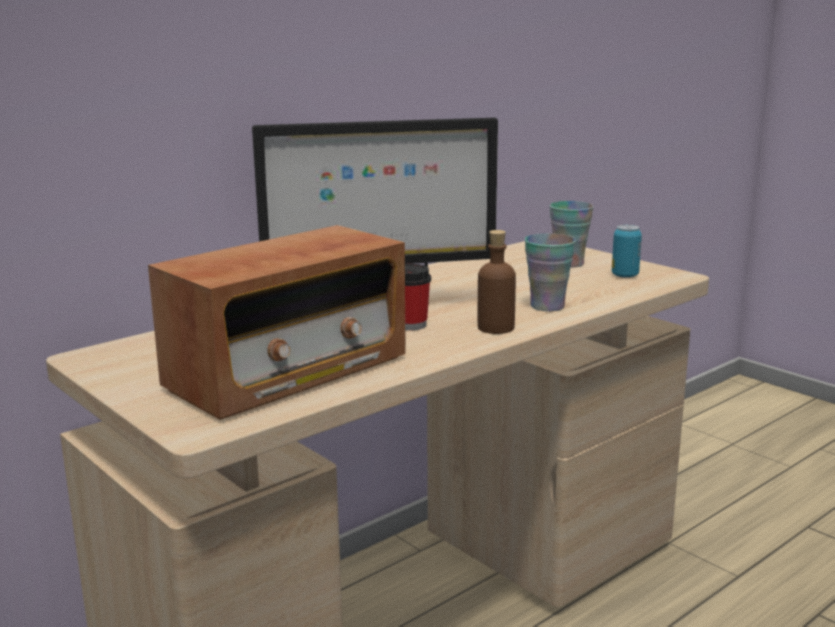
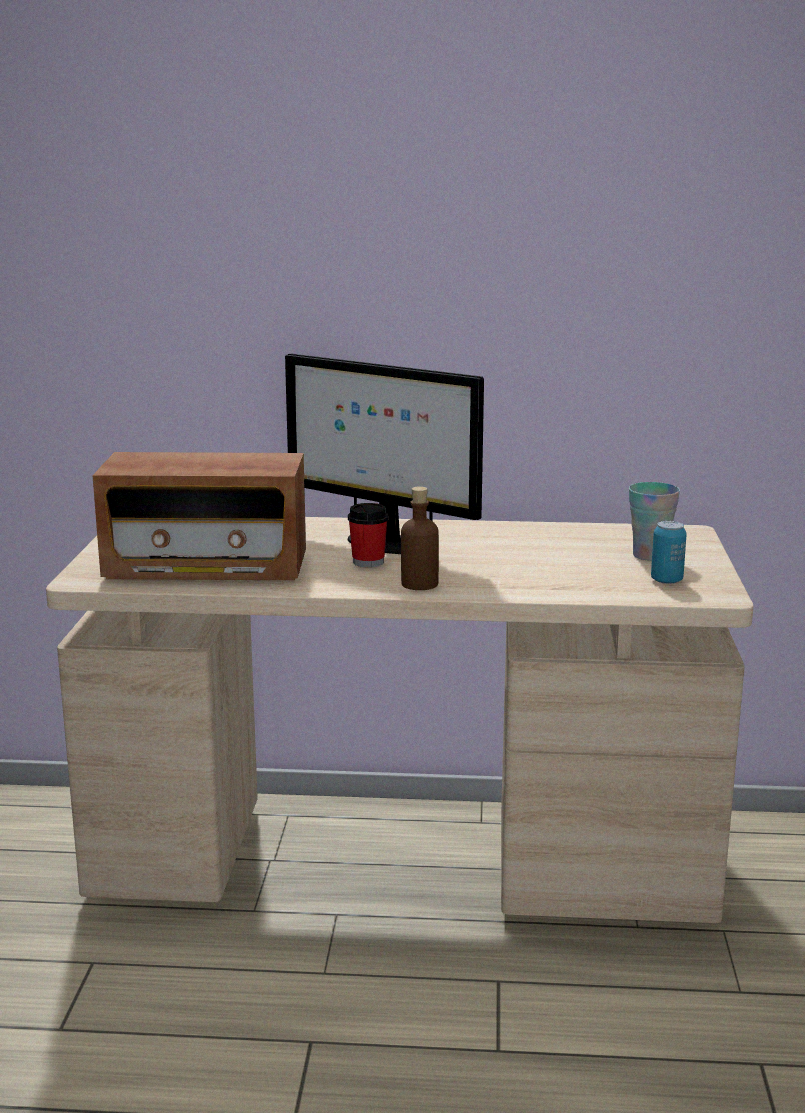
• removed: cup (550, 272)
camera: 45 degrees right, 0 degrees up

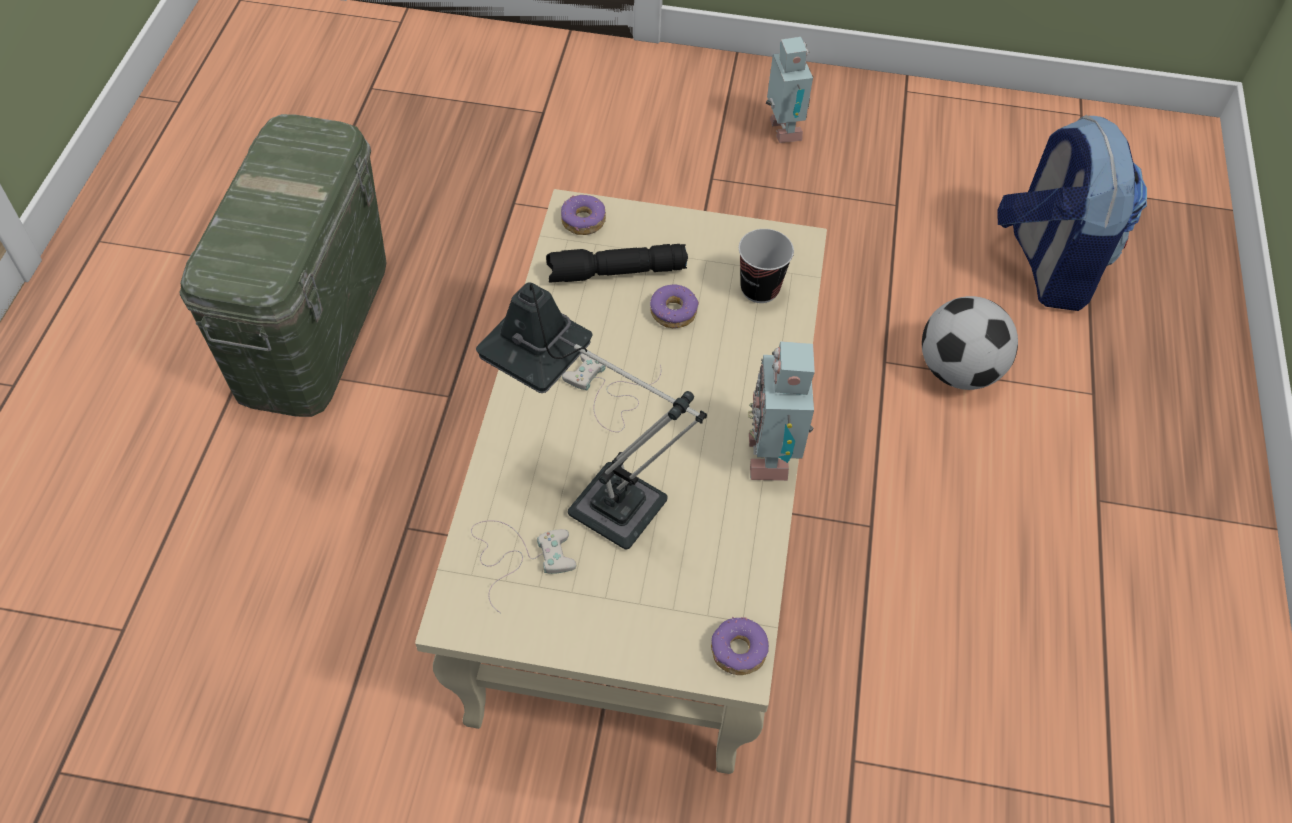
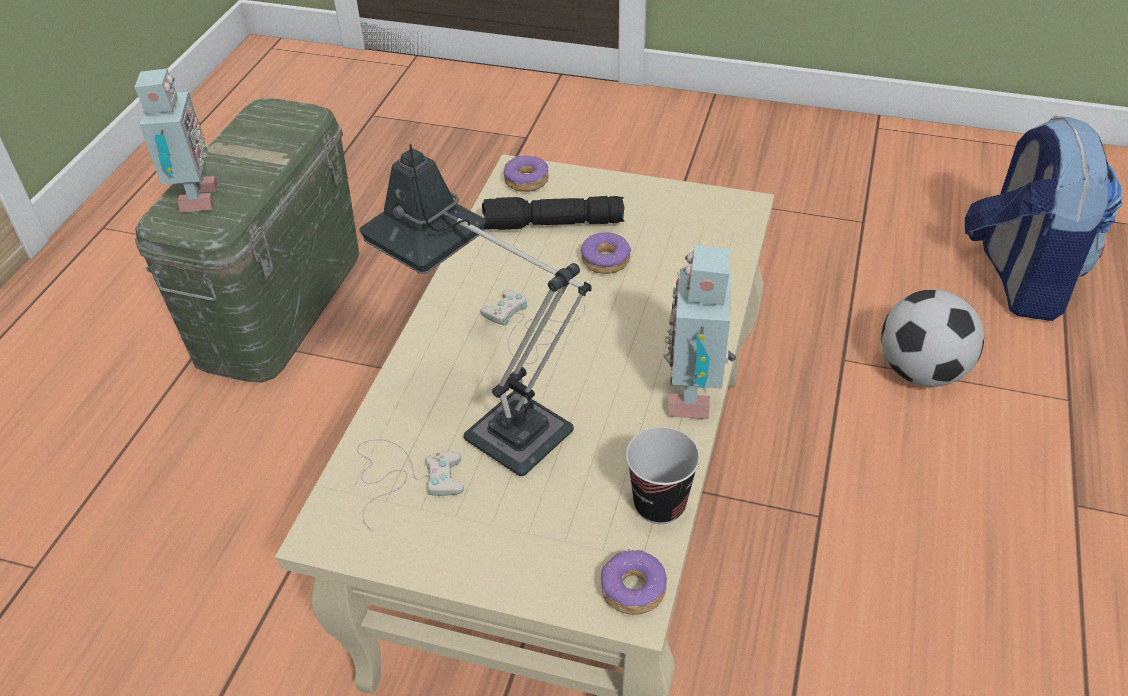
• moved: toy robot (789, 90) to (176, 140)
• moved: cup (766, 266) to (663, 475)
camera: 10 degrees right, 10 degrees down

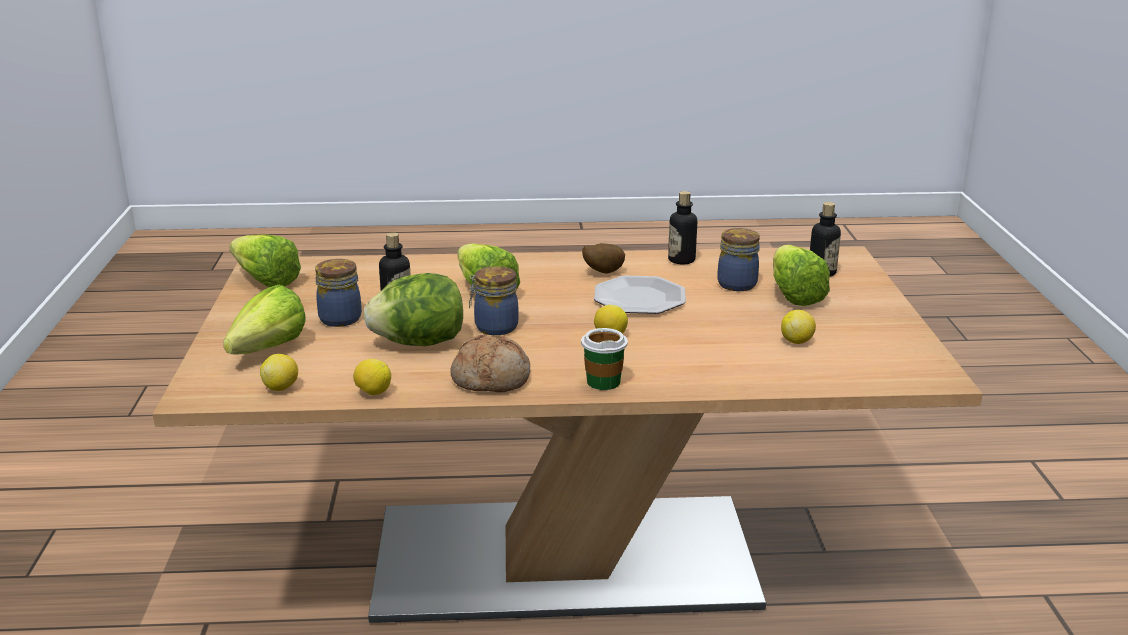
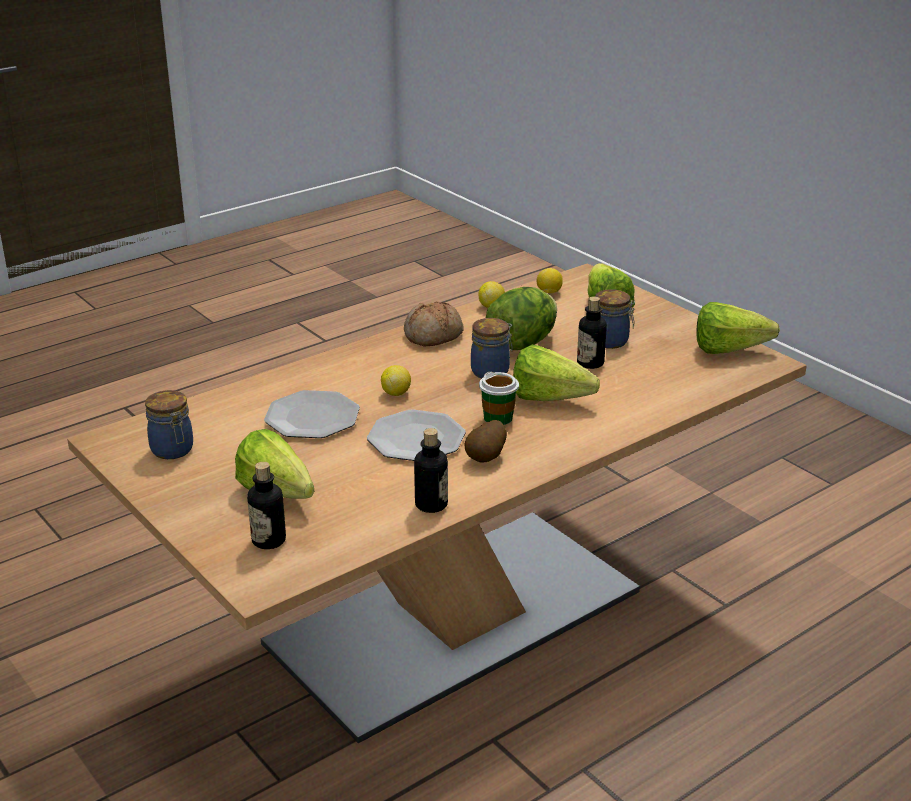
• moved: jar (738, 259) to (169, 424)
• removed: lemon (798, 327)
• moved: cup (604, 359) to (499, 398)
• added: plate (312, 414)
camera: 145 degrees right, 5 degrees up

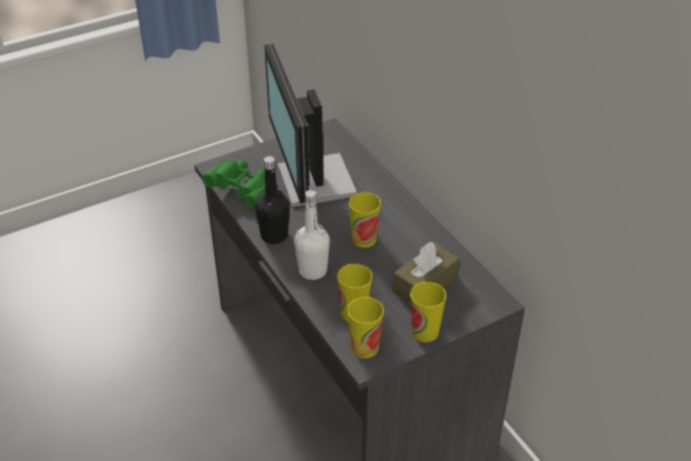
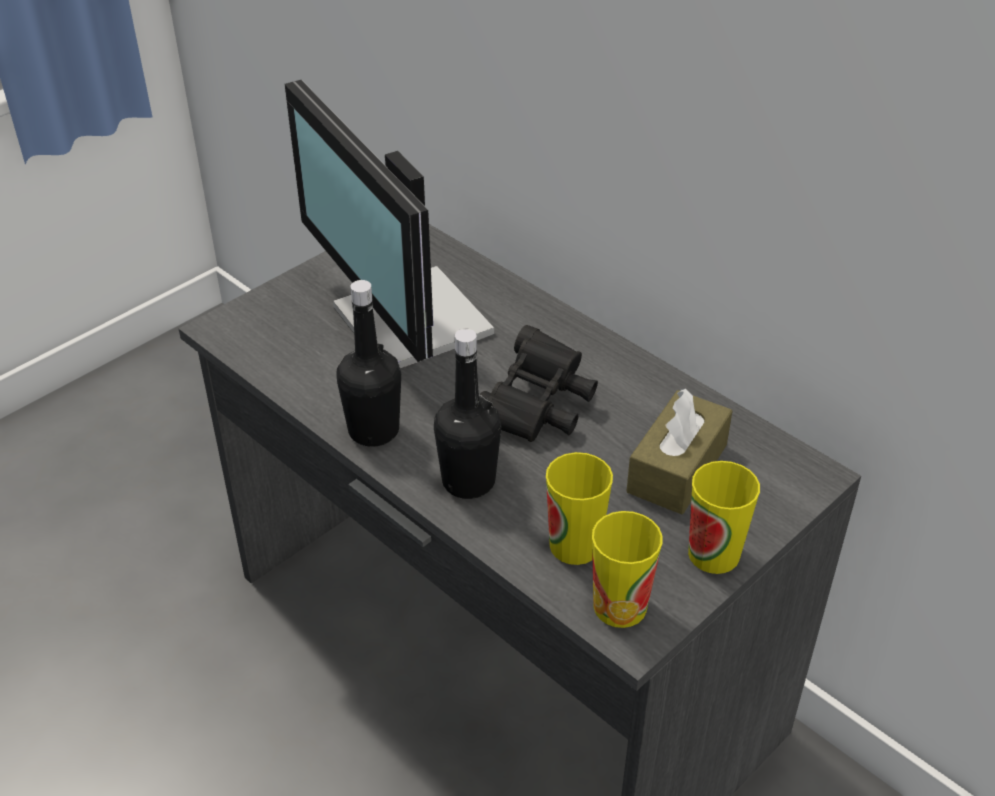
• removed: binoculars in green (233, 184)
• recoloured: bottle in white (312, 235) to bottle in black (467, 414)
• replaced: cup (365, 220) to binoculars in black (539, 383)
camera: 15 degrees left, 0 degrees up

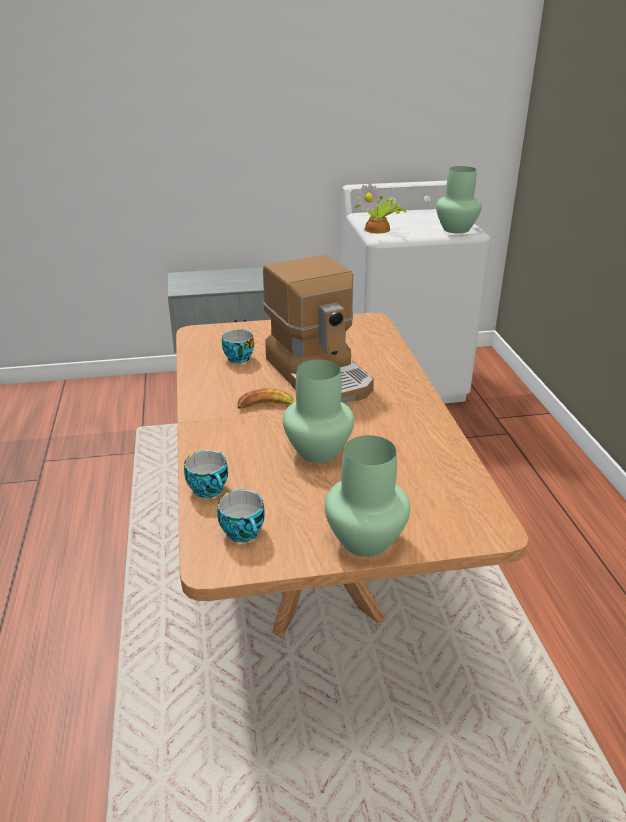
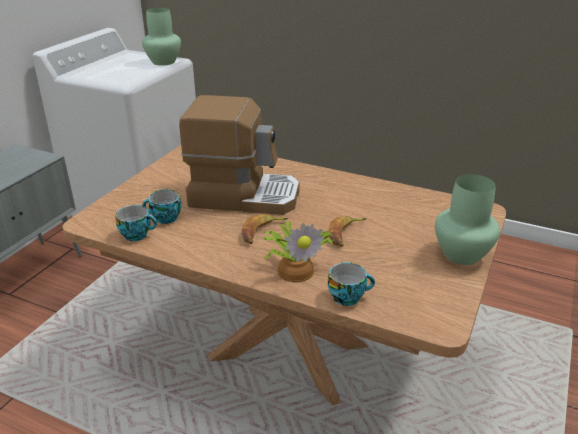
• moved: potted plant (380, 208) to (298, 251)
• replaced: vase in green (318, 411) to banana (348, 231)
• moved: cup (241, 515) to (136, 223)
camera: 55 degrees left, 0 degrees up

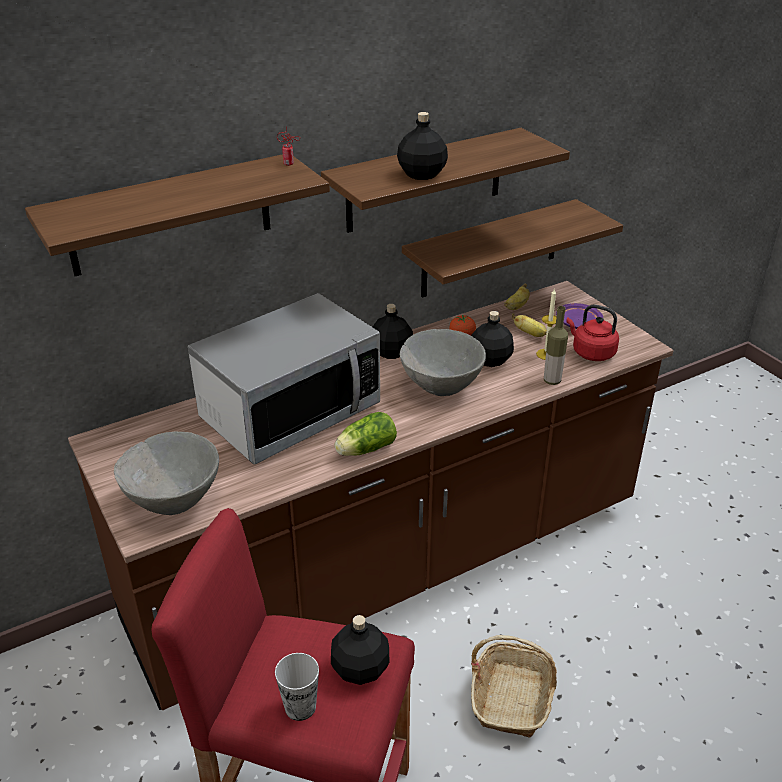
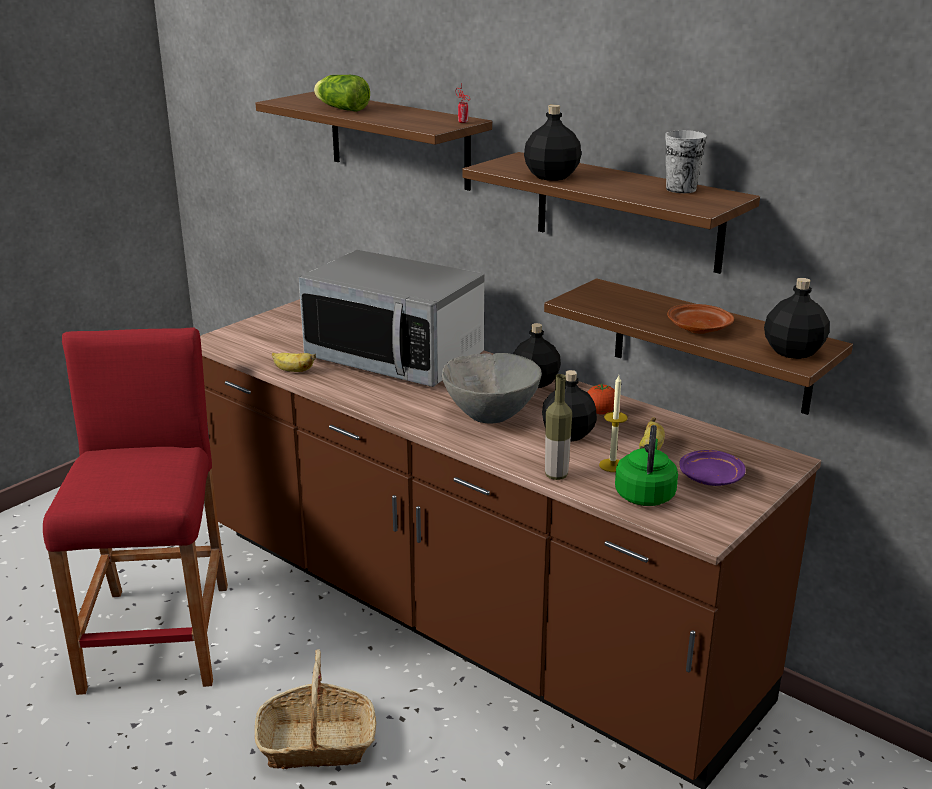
• moved: banana (517, 297) to (294, 362)
• recoloured: kettle in red (592, 332) to kettle in green (646, 465)
• moved: lettuce (365, 434) to (342, 93)
• removed: bowl in grey (166, 473)
• moved: bottle in black (360, 650) to (797, 318)
• moved: cup (297, 687) to (686, 161)
• added: plate in brown (700, 319)
camera: 70 degrees right, 10 degrees down

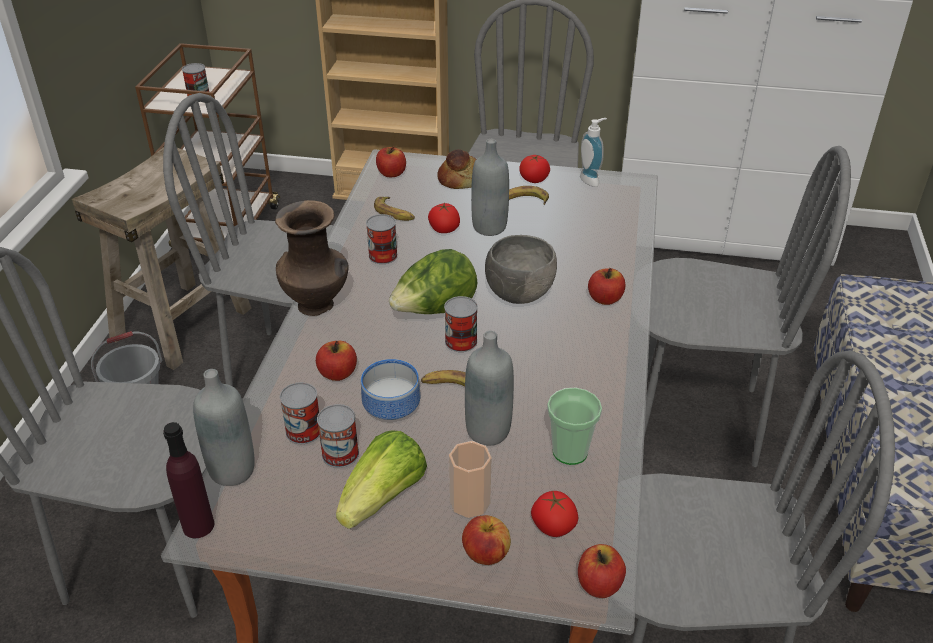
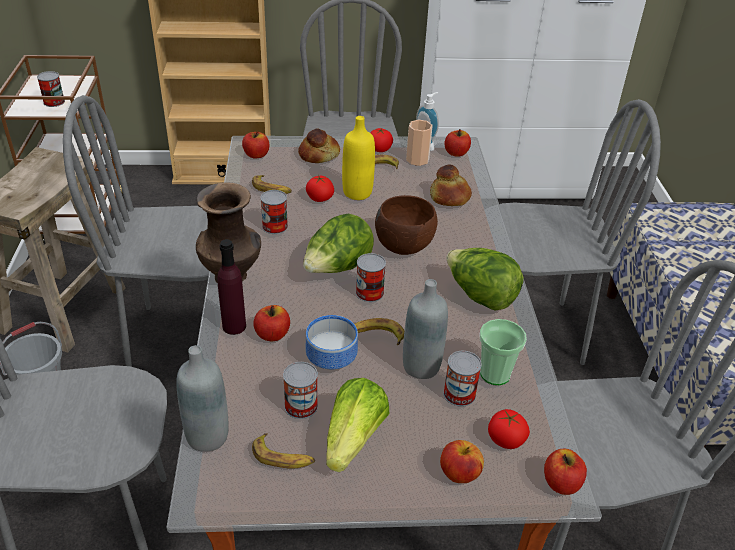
• recoloured: bottle in grey (490, 187) to bottle in yellow (358, 158)
• recoloured: bowl in grey (521, 269) to bowl in brown (406, 225)
• moved: apple (606, 286) to (457, 143)
• moved: can (300, 413) to (462, 379)
• moved: bottle in purple (188, 480) to (231, 287)
• moved: cup (470, 479) to (419, 143)
• added: bread (451, 185)
• added: lettuce (485, 279)
• added: banana (283, 451)
camera: 15 degrees left, 0 degrees up

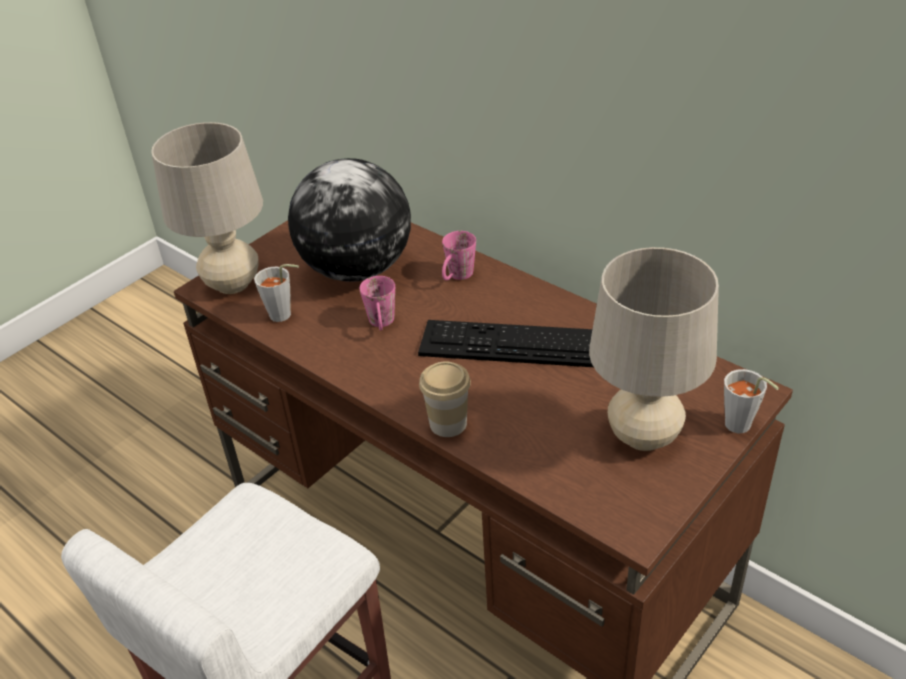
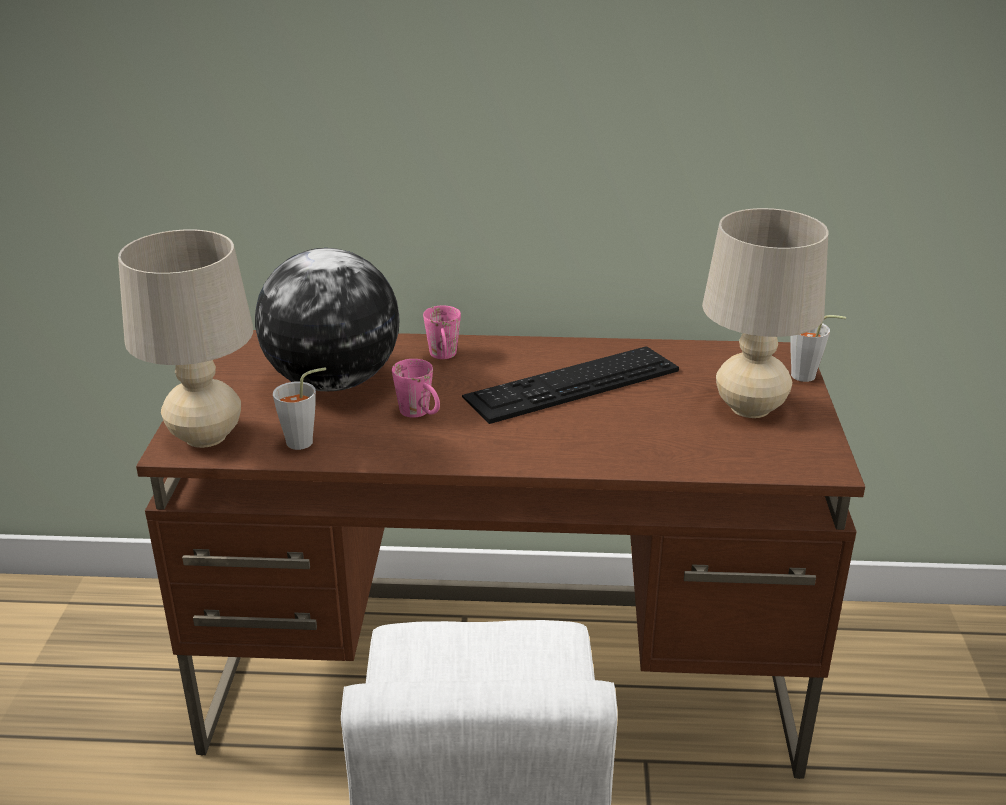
• removed: cup (445, 399)
camera: 40 degrees left, 10 degrees down

